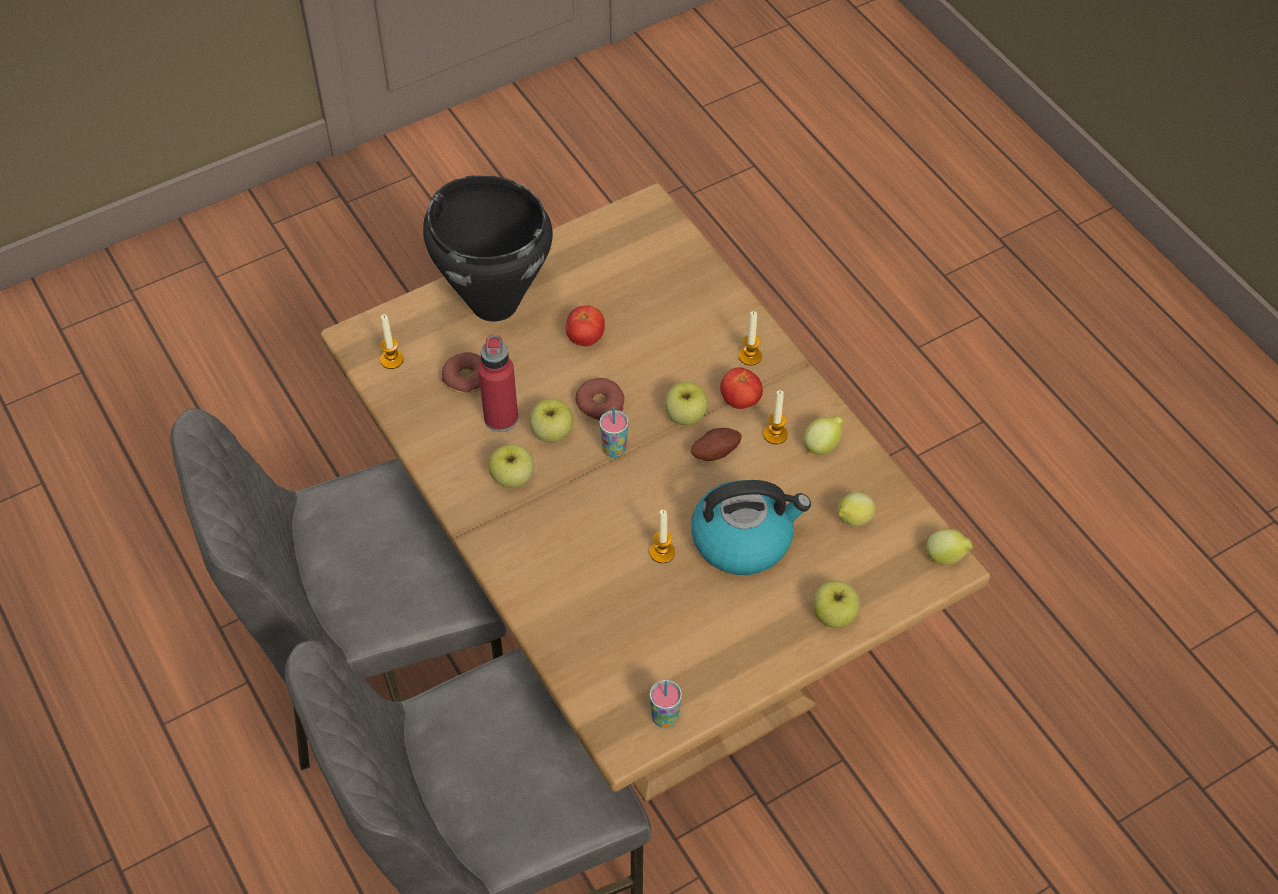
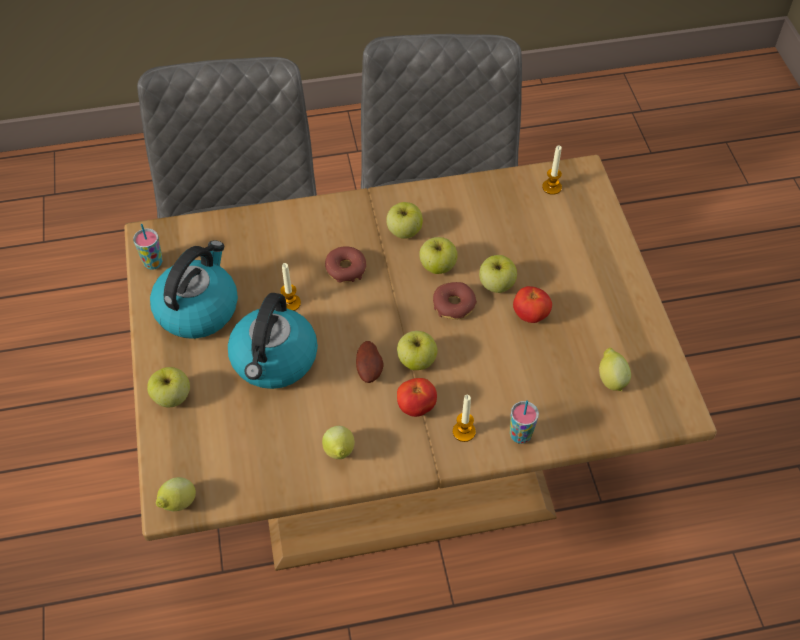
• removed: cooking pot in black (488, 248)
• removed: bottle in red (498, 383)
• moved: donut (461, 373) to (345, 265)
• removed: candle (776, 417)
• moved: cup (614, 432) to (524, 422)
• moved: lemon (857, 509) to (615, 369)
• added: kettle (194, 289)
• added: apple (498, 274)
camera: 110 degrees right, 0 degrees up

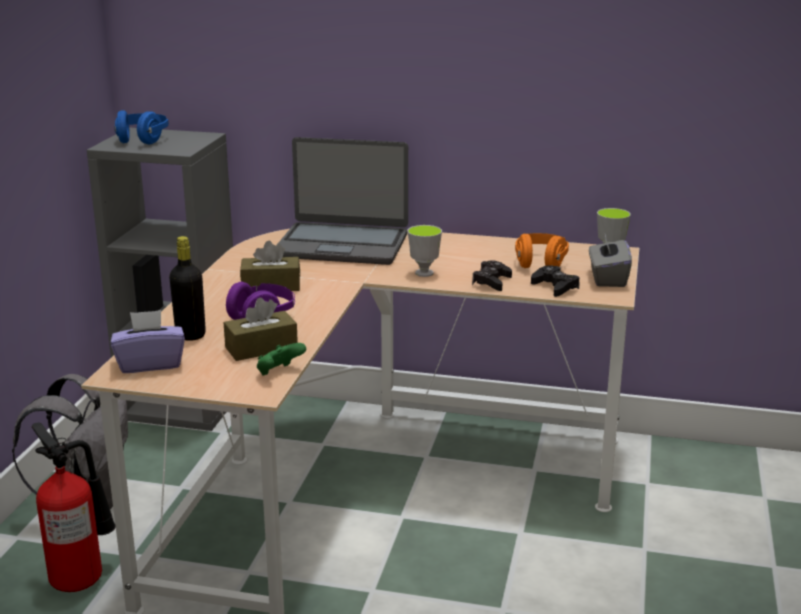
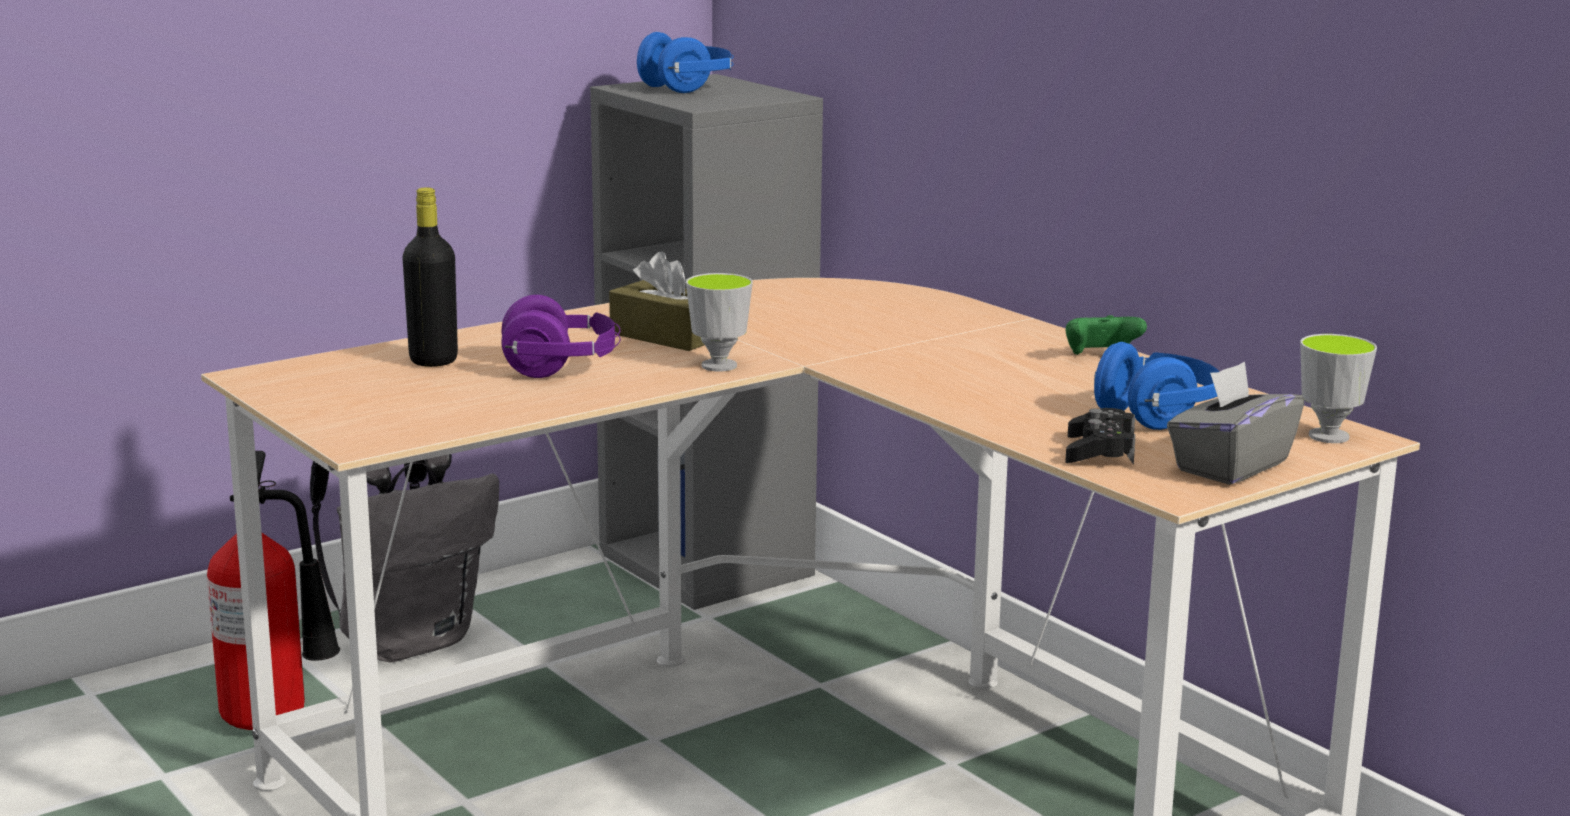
• removed: laptop (343, 201)
• moved: cup (424, 251) to (719, 322)
• recoloured: headphones in orange (542, 250) to headphones in blue (1156, 386)
• removed: game controller in black (492, 275)
• removed: tissue box in brown (261, 329)
• removed: tissue box in purple (148, 341)
• moved: game controller in green (281, 359) to (1106, 335)
camera: 40 degrees right, 5 degrees down

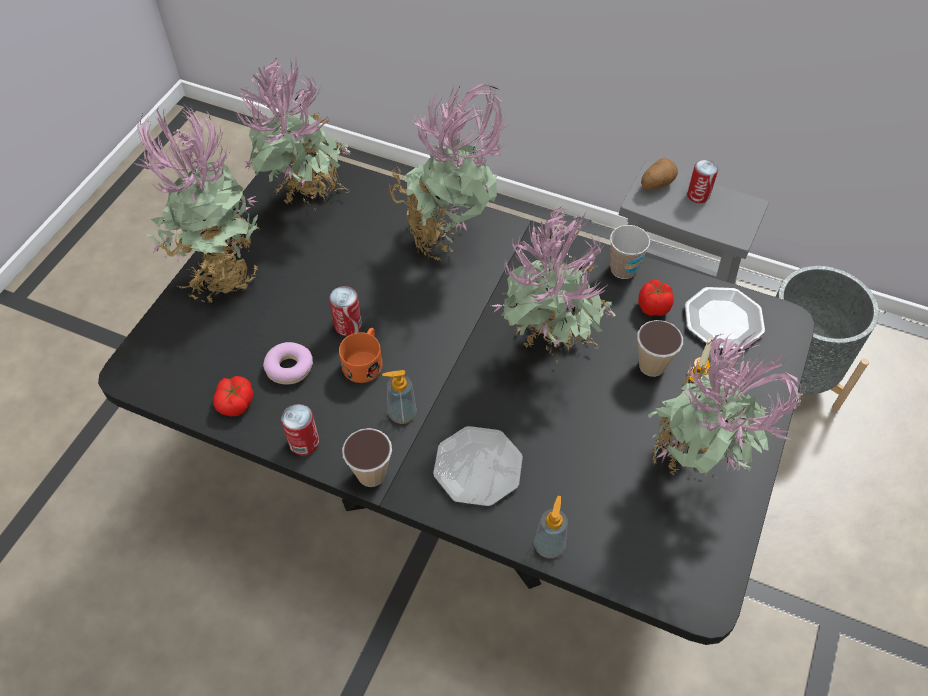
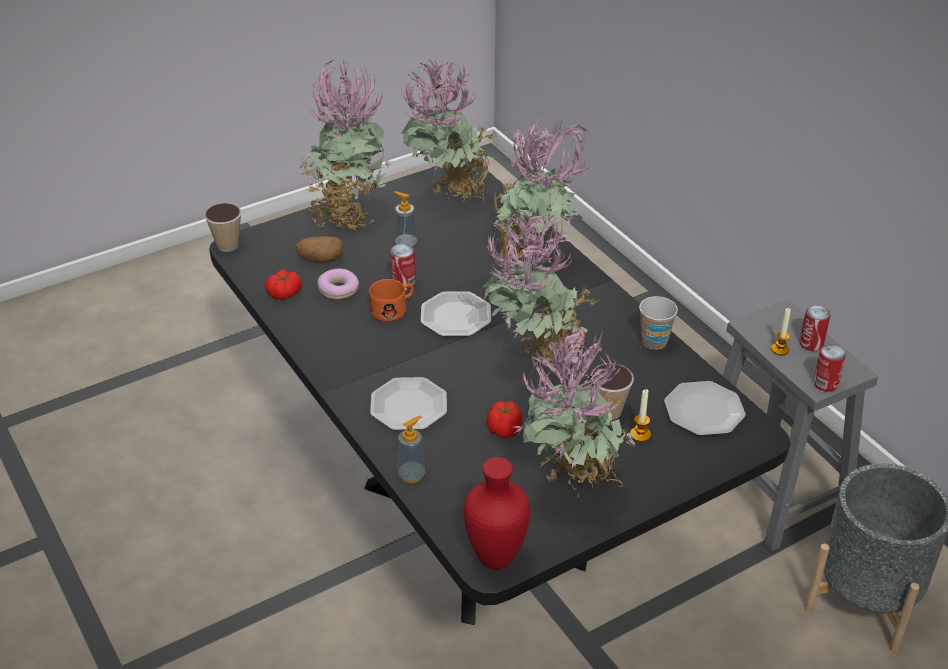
• moved: potato (659, 174) to (320, 249)
• moved: tomato (656, 298) to (504, 419)
• moved: soap dispenser (399, 397) to (405, 219)
• moved: can (300, 430) to (829, 368)
• moved: cup (367, 457) to (223, 227)
• added: plate (456, 314)
• added: candle (781, 331)
• added: vase in red (497, 513)
camera: 35 degrees right, 15 degrees down

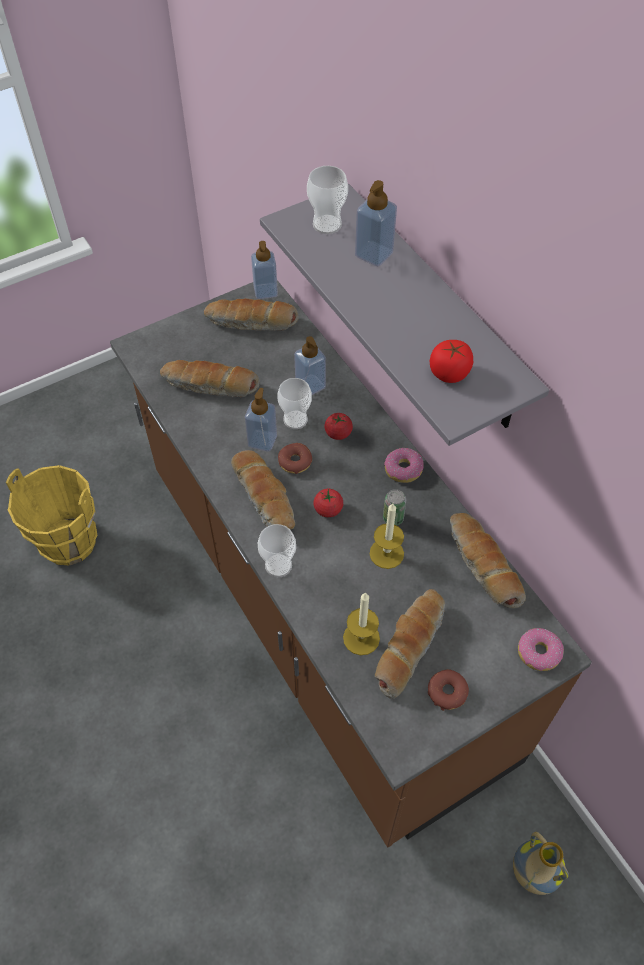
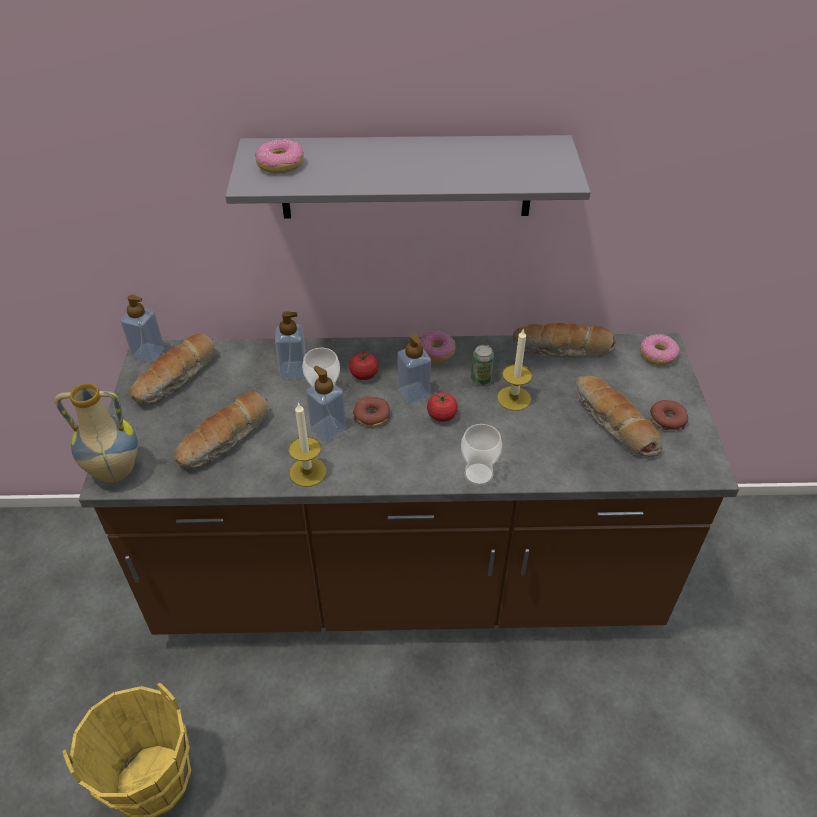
• replaced: cup (327, 200) to donut (279, 156)
• moved: soap dispenser (376, 223) to (414, 369)
• removed: tomato (451, 361)
• removed: bread (263, 489)
• moved: candle (361, 623) to (307, 444)
• moved: vase (541, 863) to (96, 433)
camera: 60 degrees left, 10 degrees down

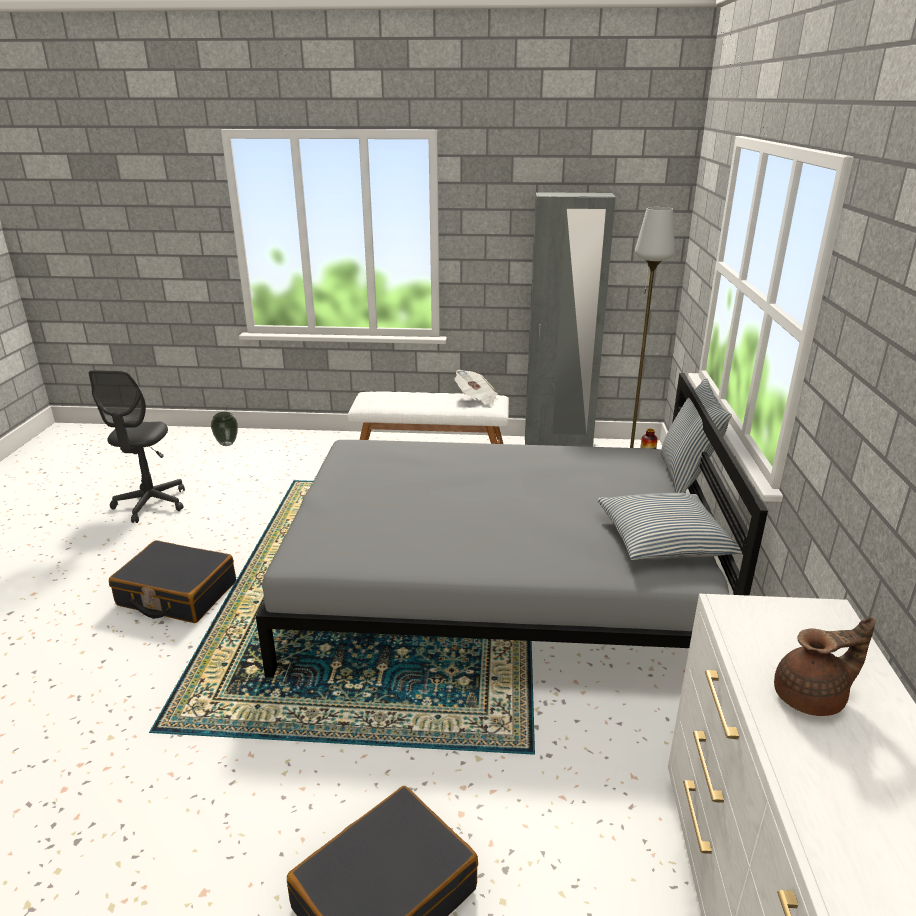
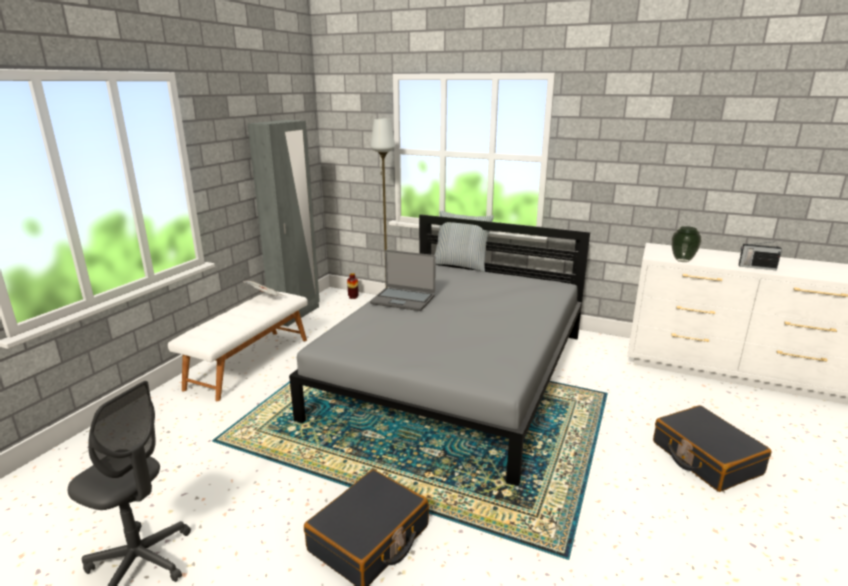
• moved: vase (224, 429) to (686, 244)
• removed: pillow (669, 526)
• removed: teapot in brown (824, 666)
• added: radio (760, 255)
• added: laptop (403, 280)
camera: 70 degrees left, 5 degrees down

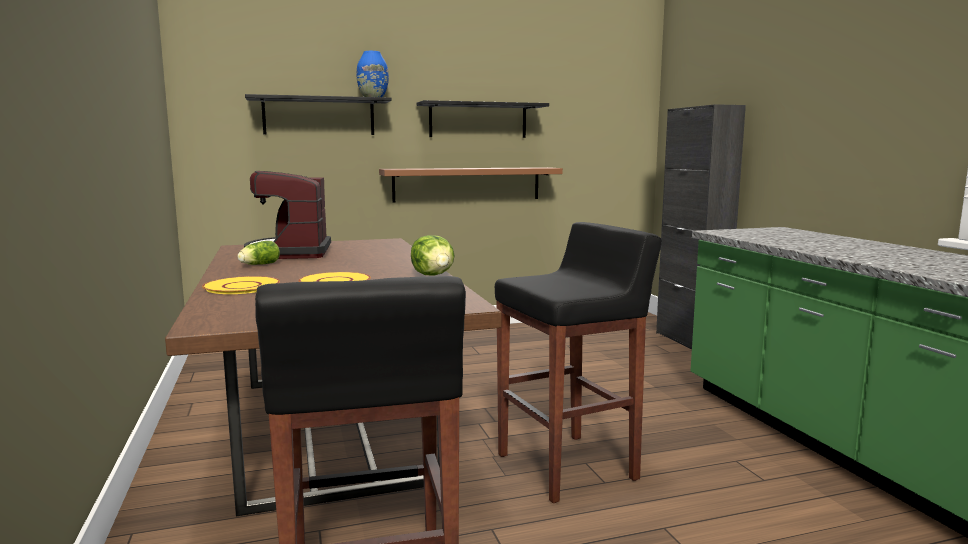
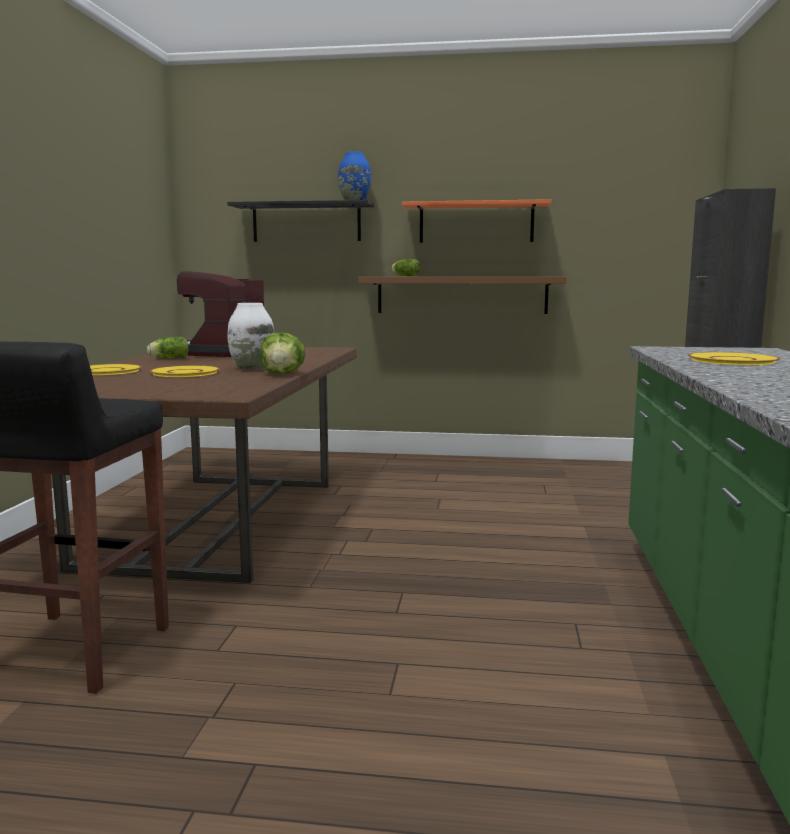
• recoloured: shelf in black (482, 119) to shelf in orange (477, 221)
• removed: stool in black (578, 362)
• added: lettuce (406, 267)
• added: vase in white (251, 336)
• added: plate in yellow (734, 358)
camera: 25 degrees right, 0 degrees up

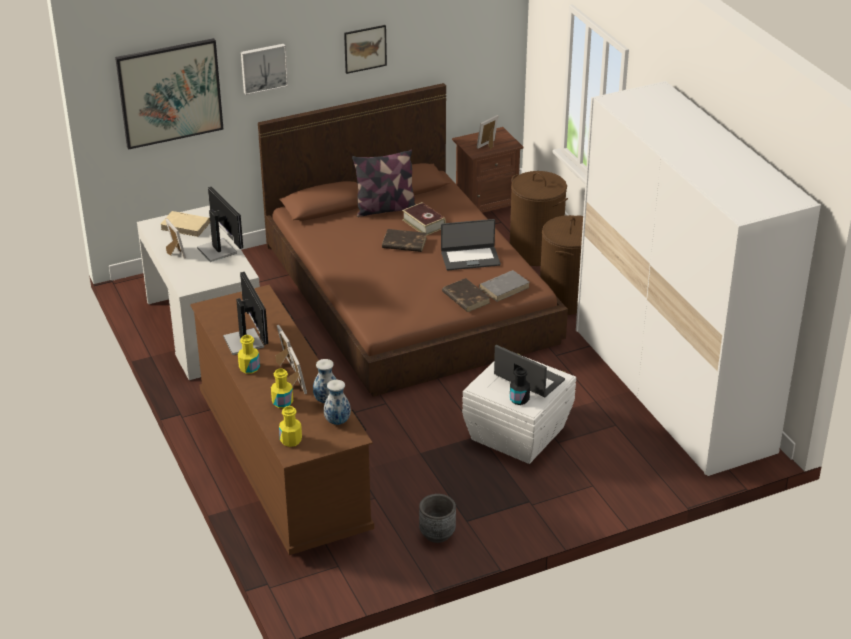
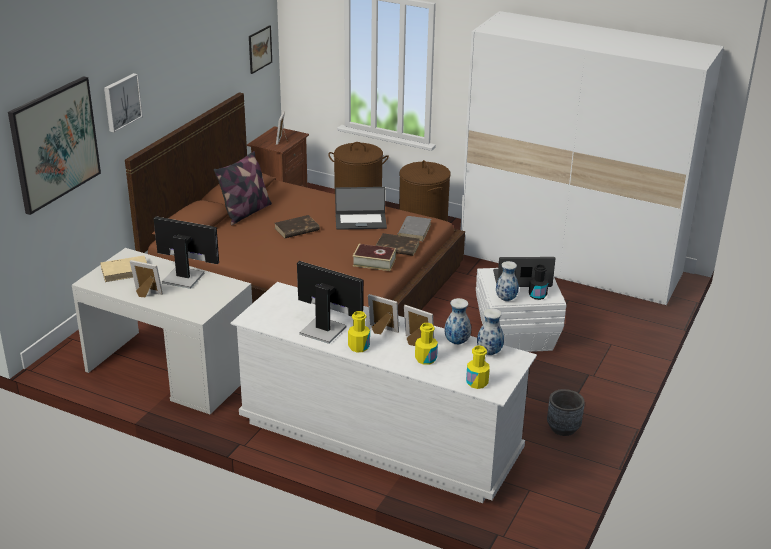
• moved: picture (365, 49) to (260, 49)
• moved: book (424, 219) to (374, 257)
• turned: laptop (471, 244) = (361, 208) 45 degrees clockwise
• recoloured: dresser in brown (282, 420) to dresser in white (384, 392)
• added: vase (507, 281)
camera: 40 degrees left, 5 degrees down

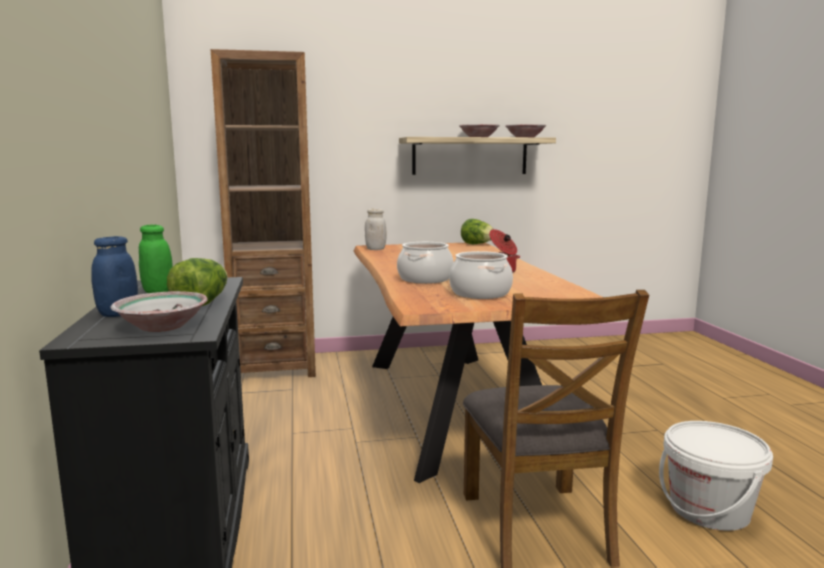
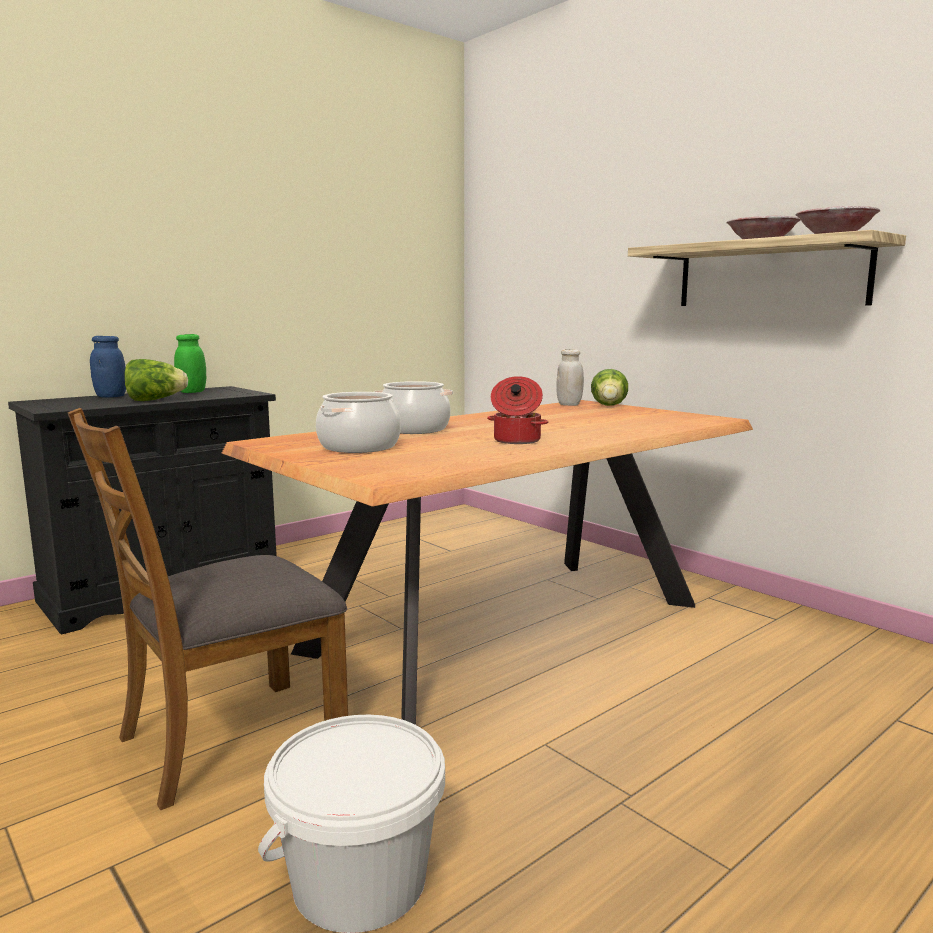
• removed: bookcase in brown (263, 213)
• moved: lettuce (477, 231) to (609, 387)
• removed: bowl (159, 311)
camera: 60 degrees right, 0 degrees up

